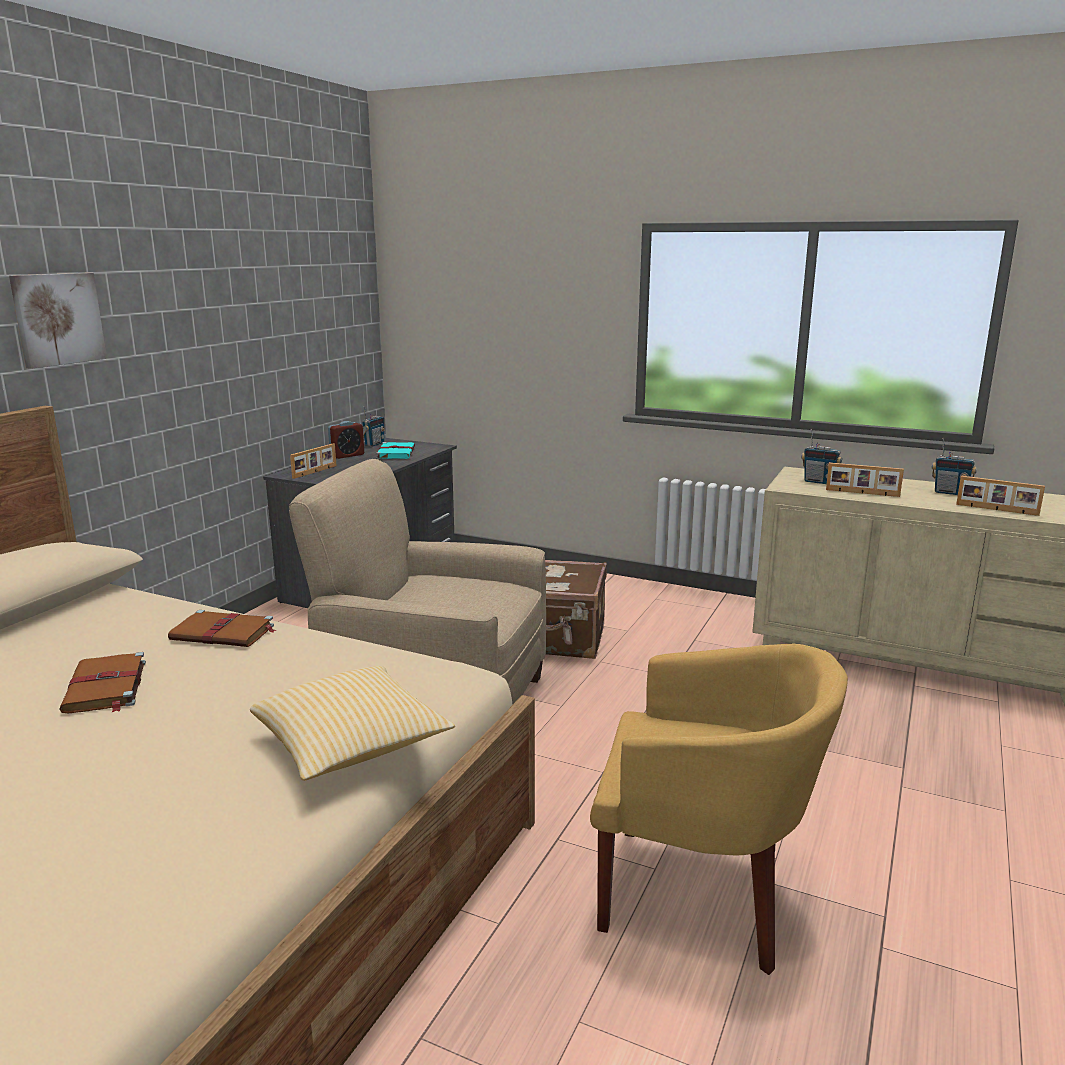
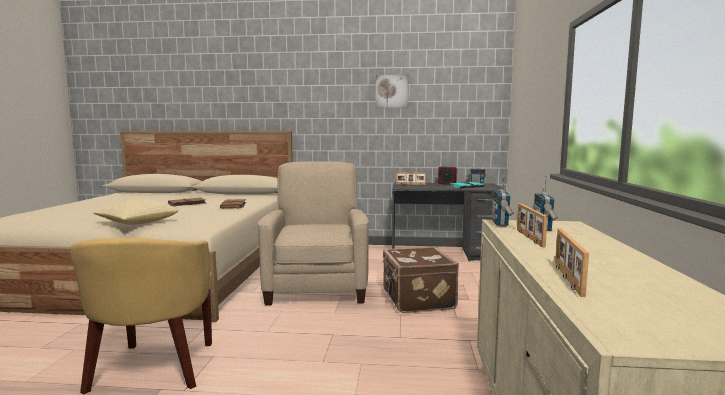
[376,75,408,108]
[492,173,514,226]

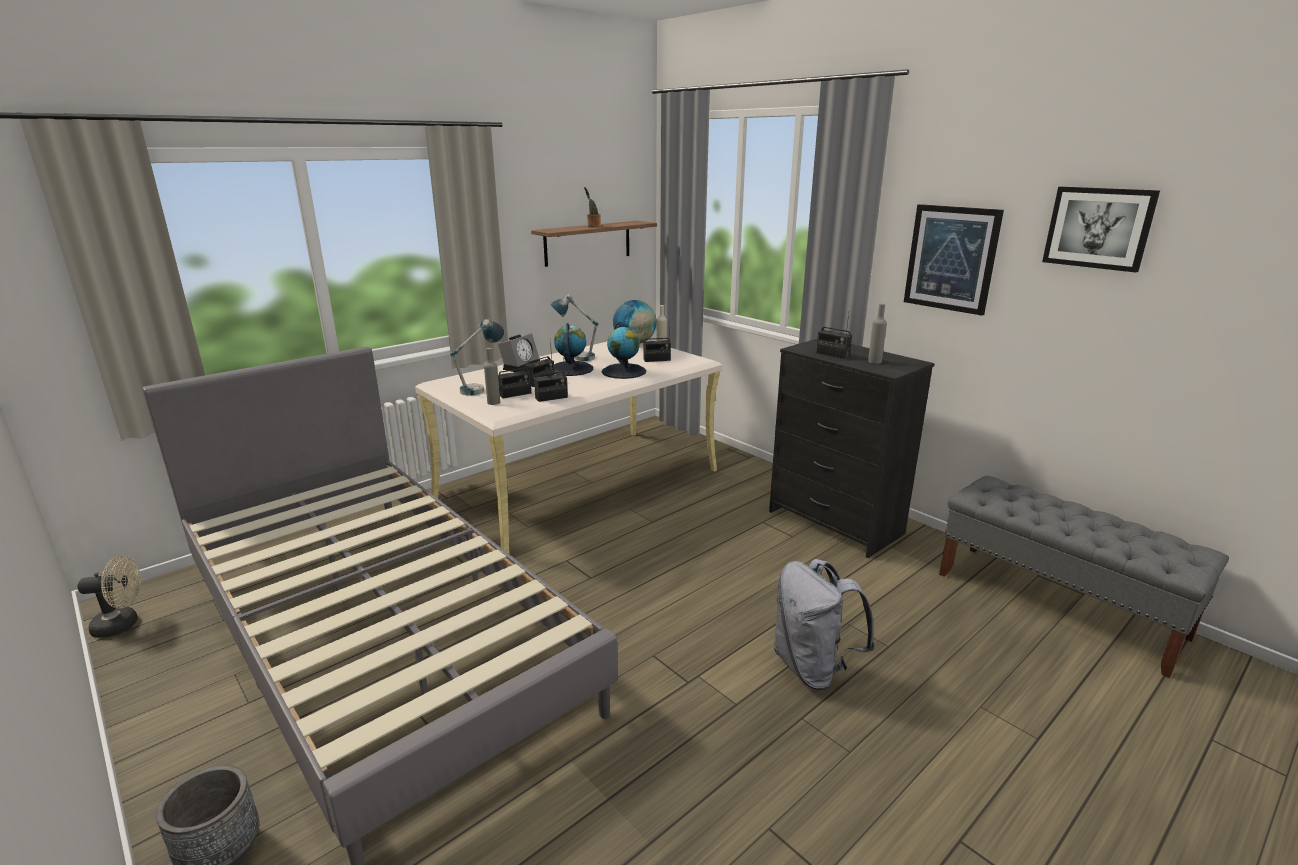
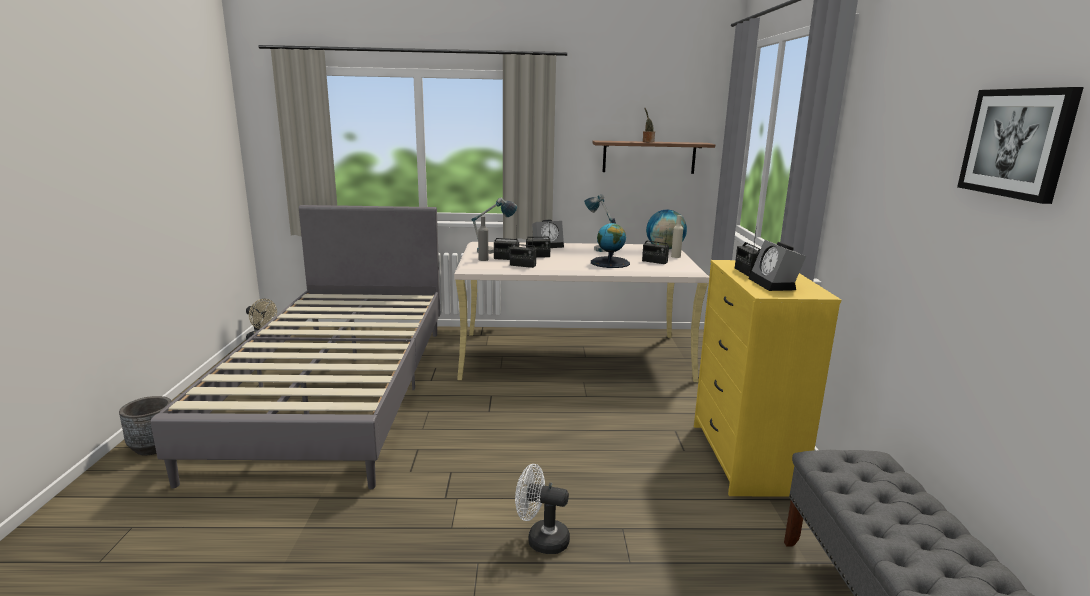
[554,323,593,376] (first image)
[904,204,1004,316] (first image)
[515,464,570,554]
[749,240,806,291]
[694,260,841,497]

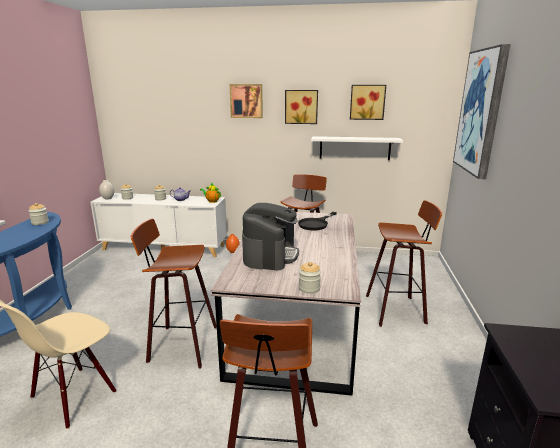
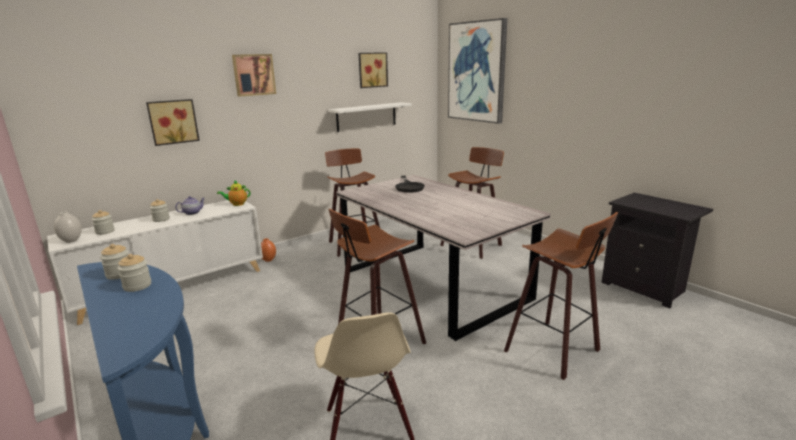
[242,203,299,271] (first image)
[146,99,200,146]
[117,254,151,292]

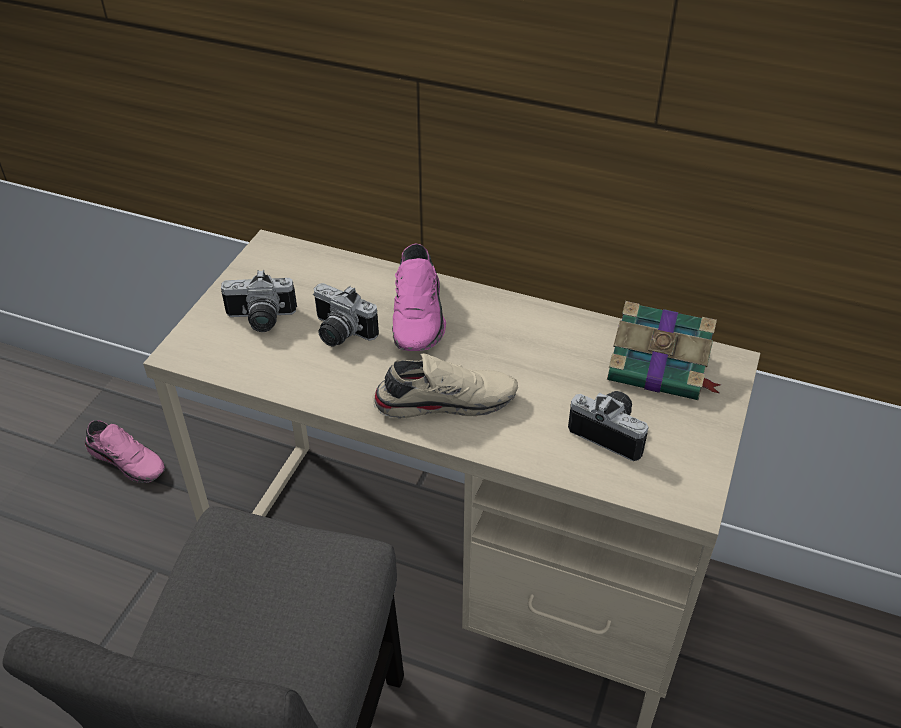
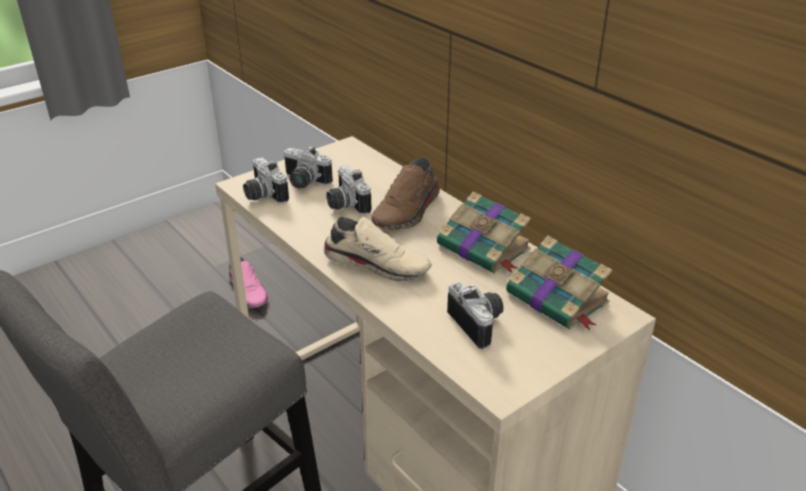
[243,157,289,204]
[437,191,531,274]
[371,157,440,230]

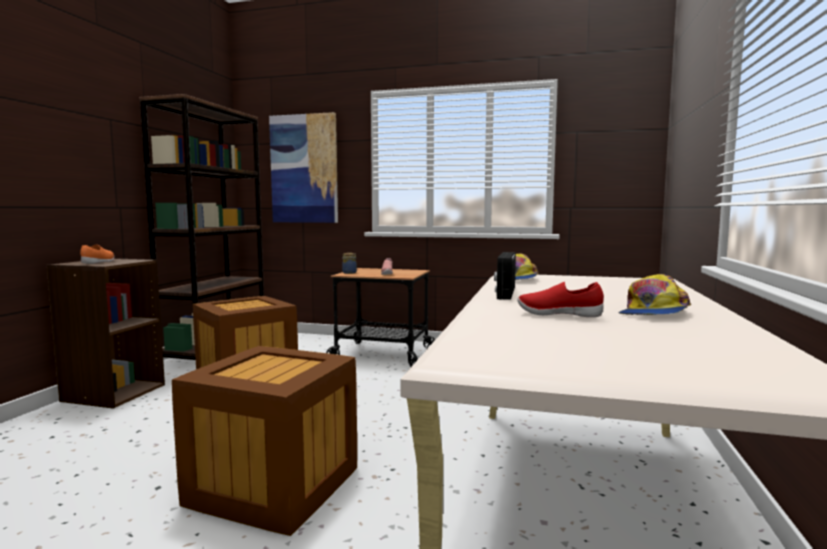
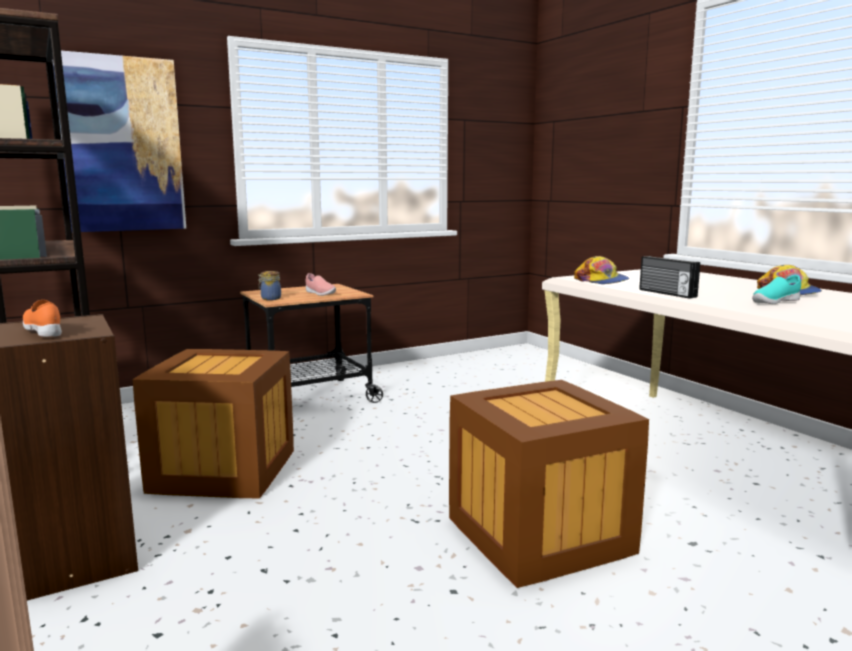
[752,275,801,304]

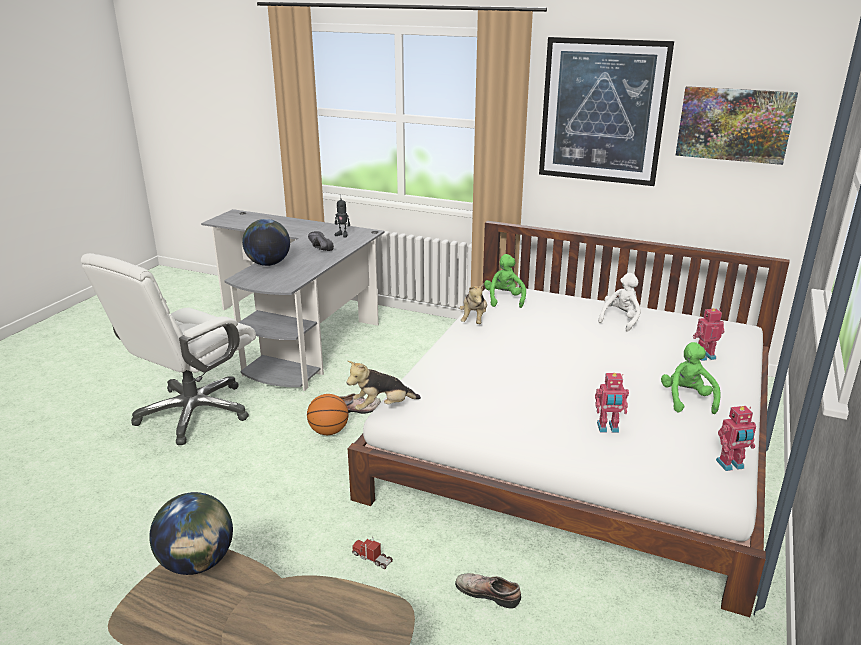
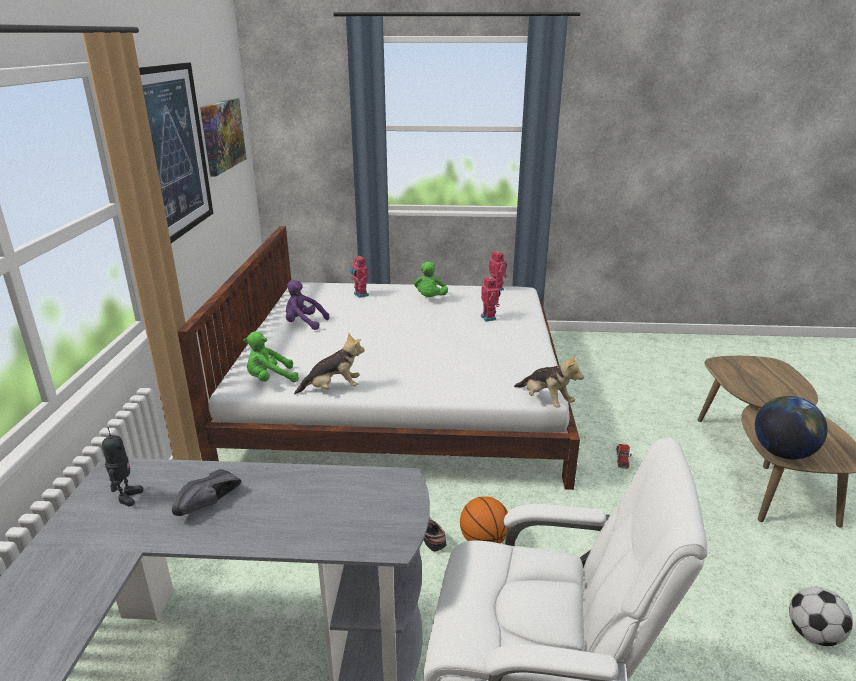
[242,219,290,266] (first image)
[455,573,521,609] (first image)
[789,587,853,646]
[286,280,329,330]
[414,262,448,297]

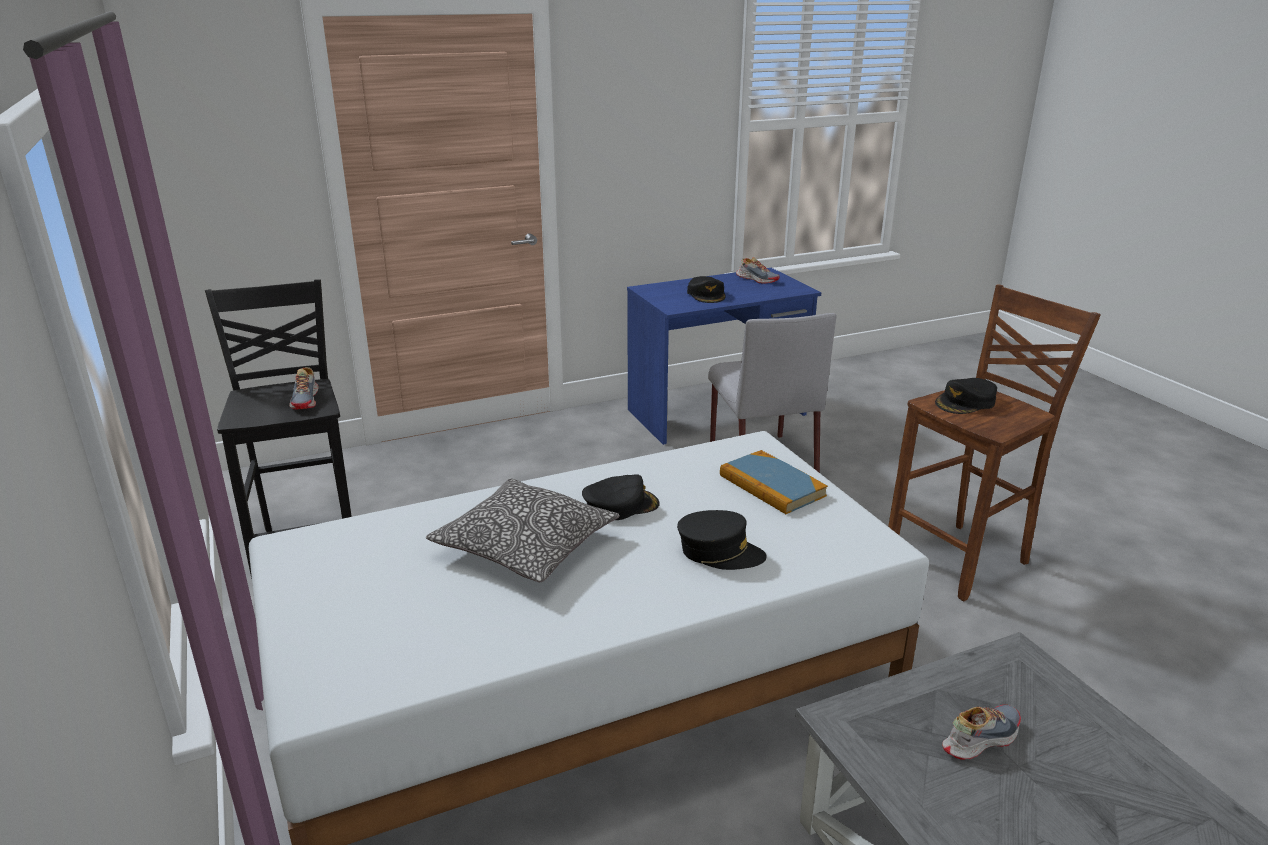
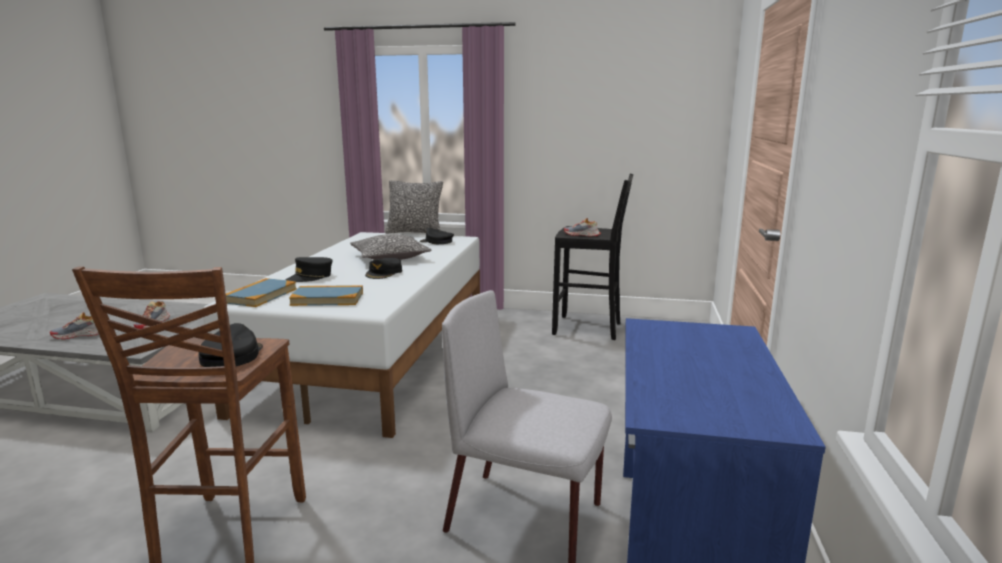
[226,278,297,307]
[385,180,443,234]
[419,227,454,244]
[50,312,99,340]

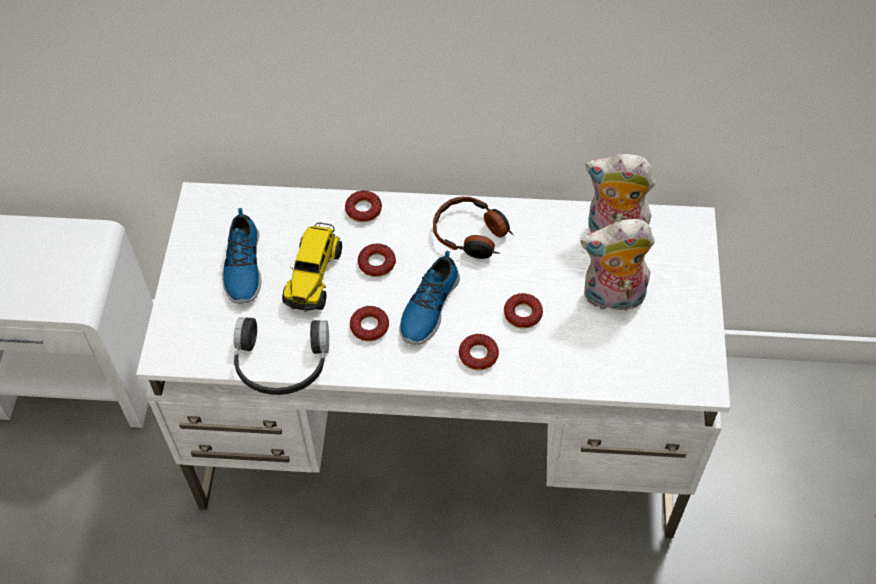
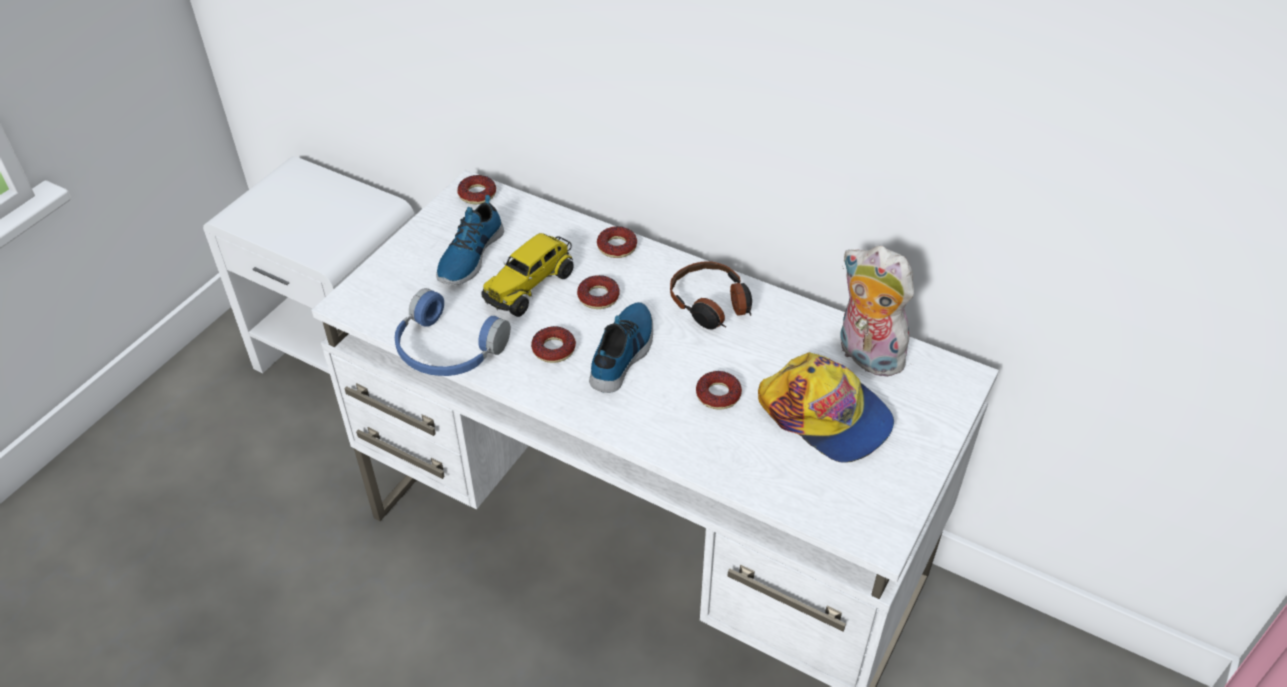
[457,175,496,204]
[758,352,894,463]
[395,288,510,376]
[589,302,653,393]

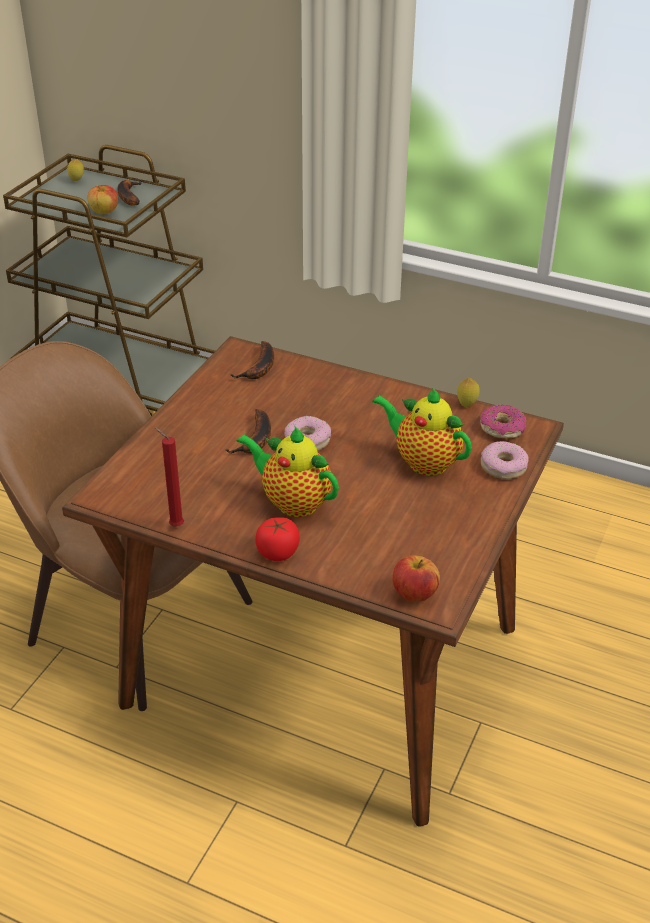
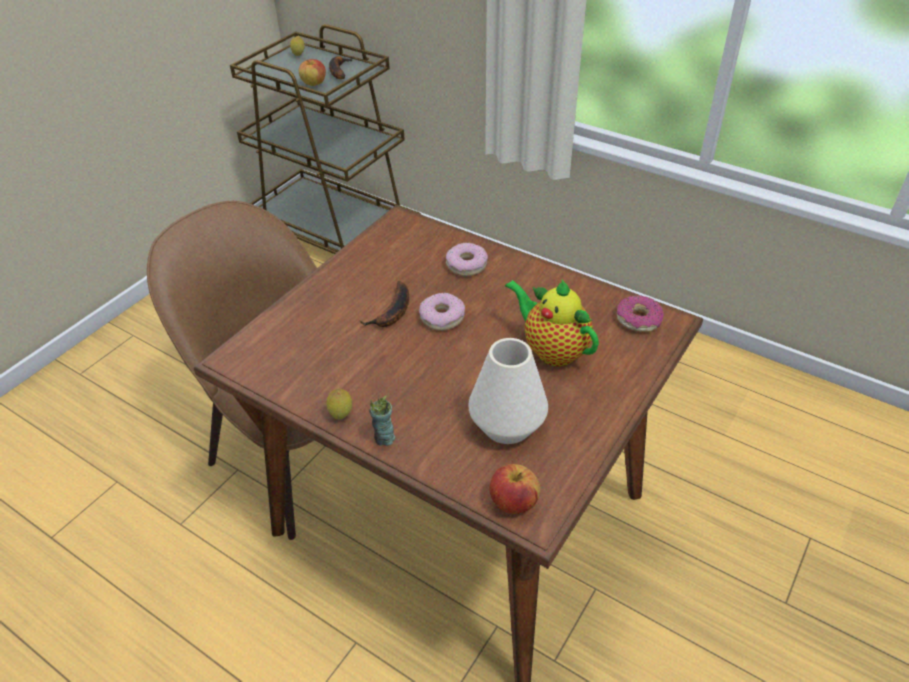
[155,428,184,526] (first image)
[230,341,274,379] (first image)
[237,427,339,517] (first image)
[468,338,548,444]
[326,388,352,420]
[446,243,488,276]
[369,395,396,446]

